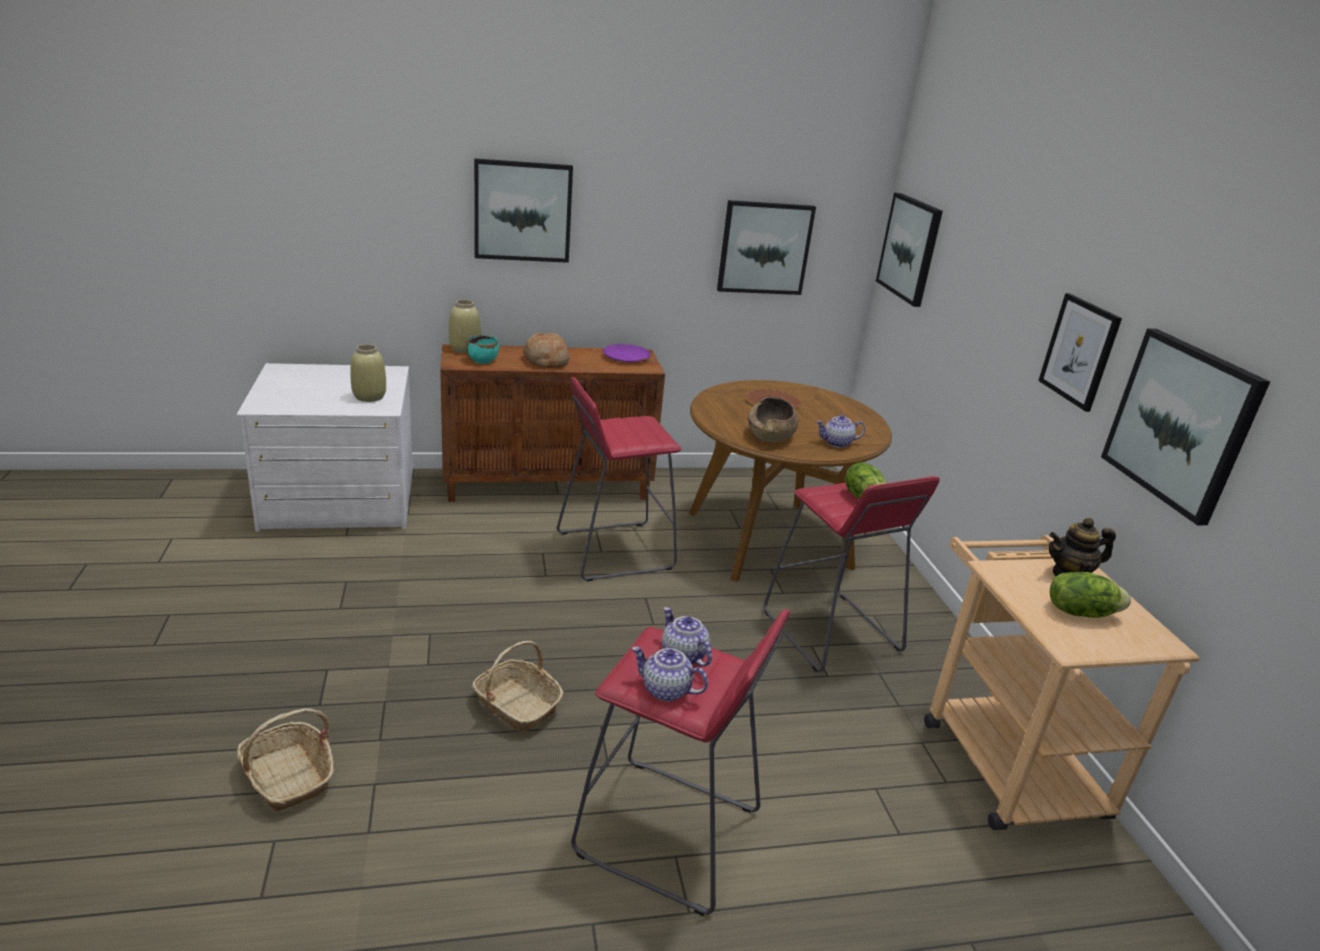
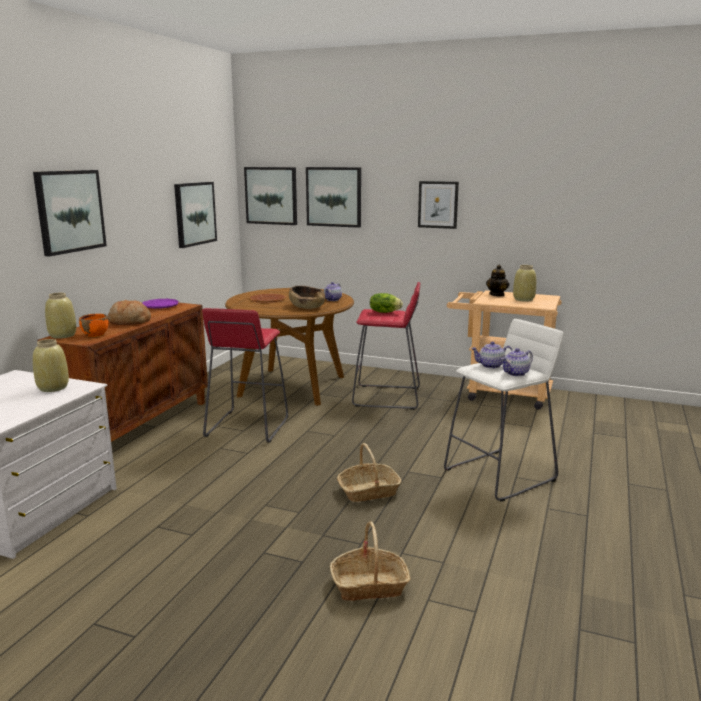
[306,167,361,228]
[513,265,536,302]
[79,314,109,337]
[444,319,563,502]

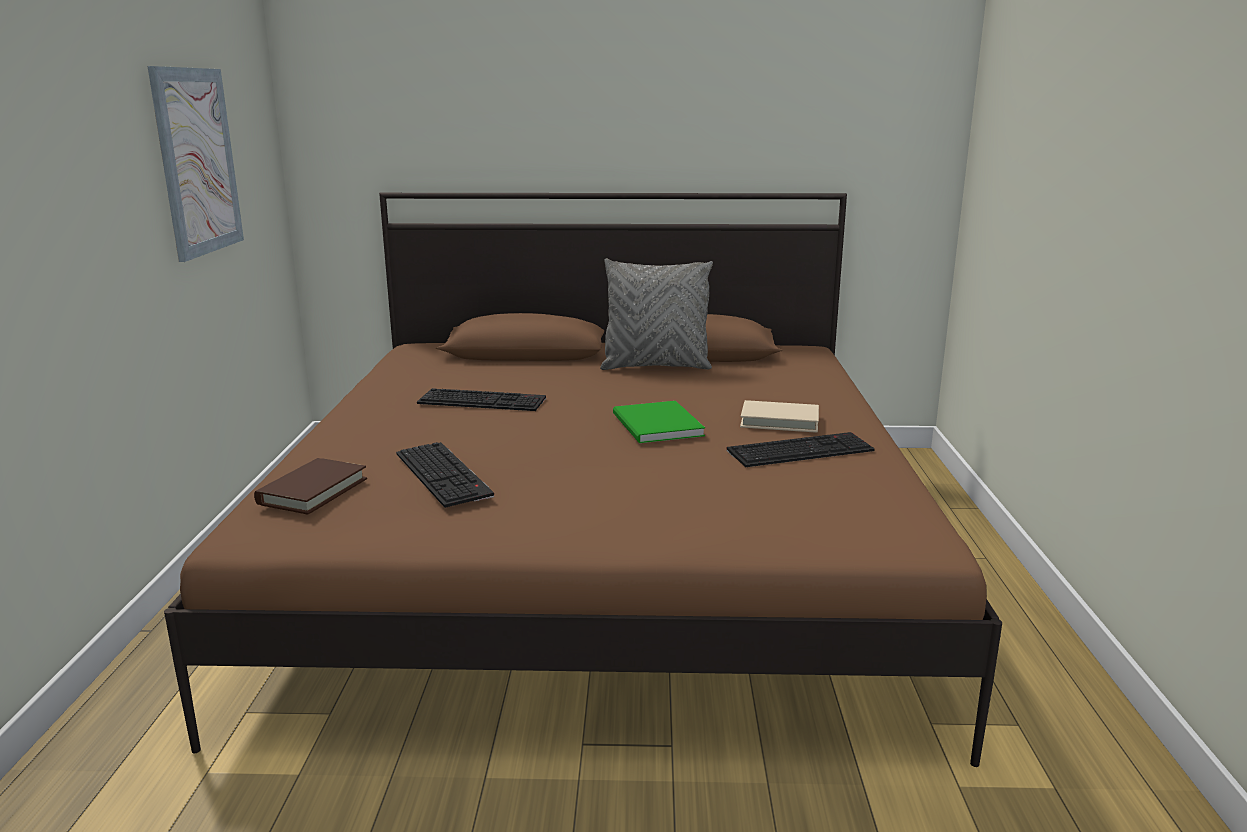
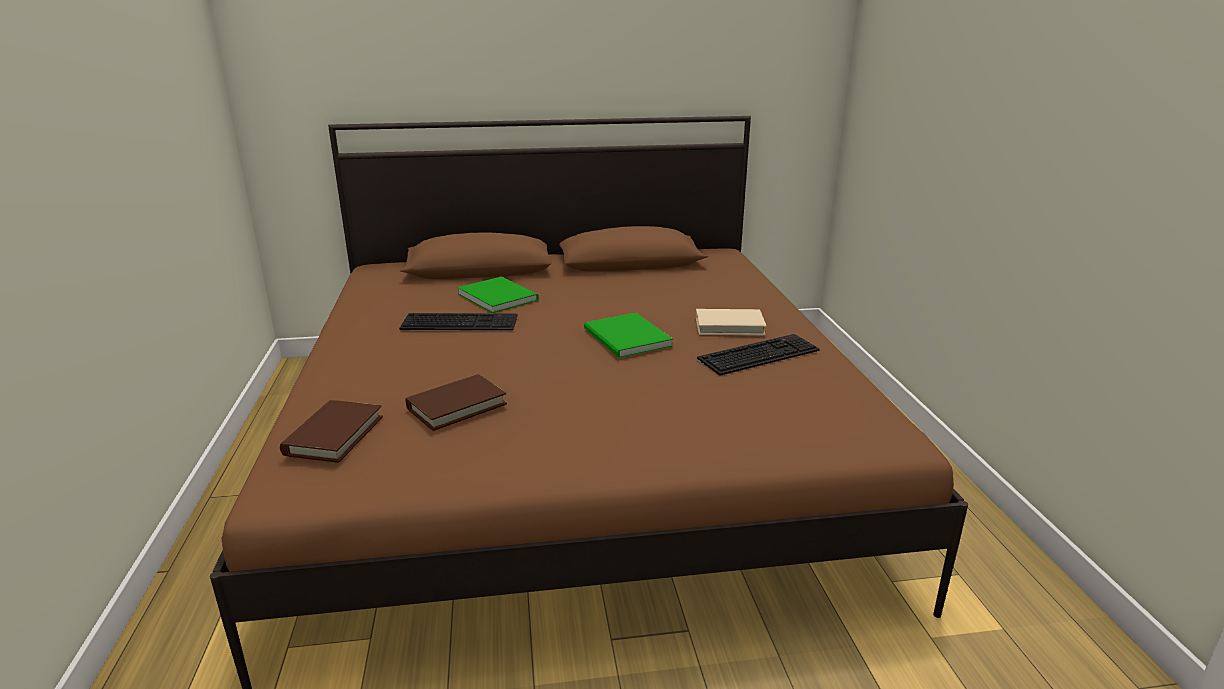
[148,66,244,262] (first image)
[600,259,713,370] (first image)
[457,277,539,313]
[405,374,507,431]

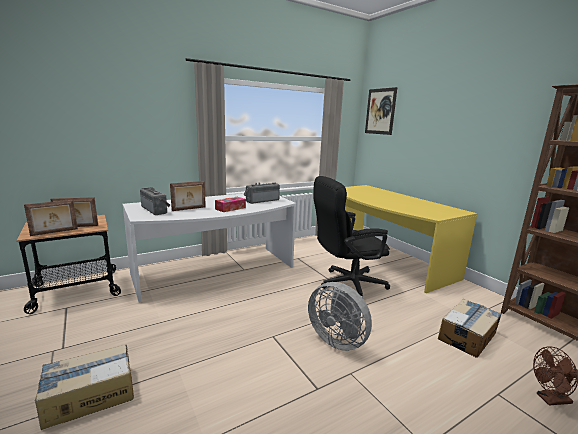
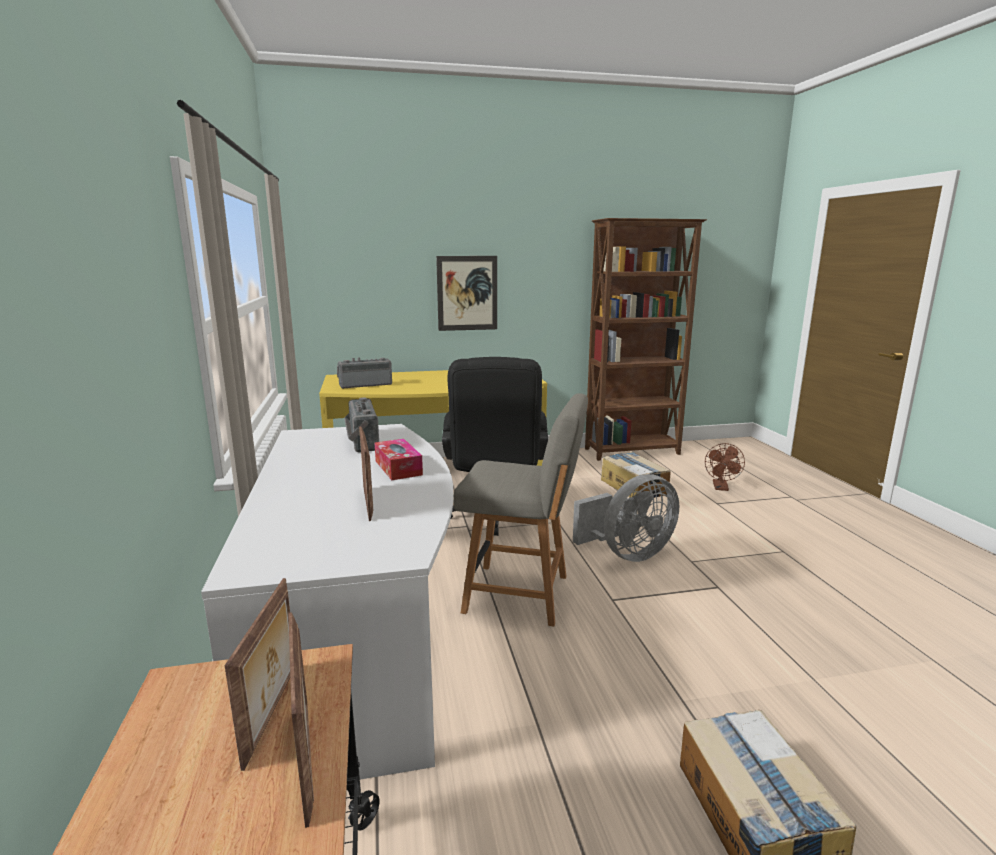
[454,393,588,627]
[337,358,392,389]
[436,256,497,331]

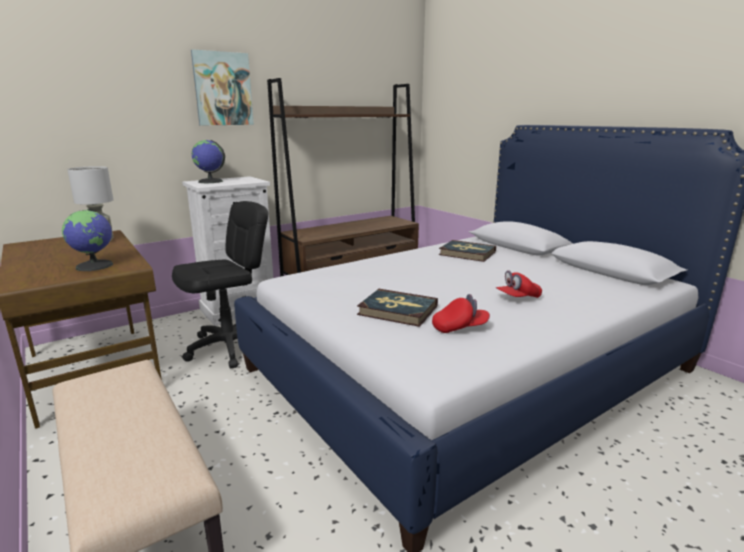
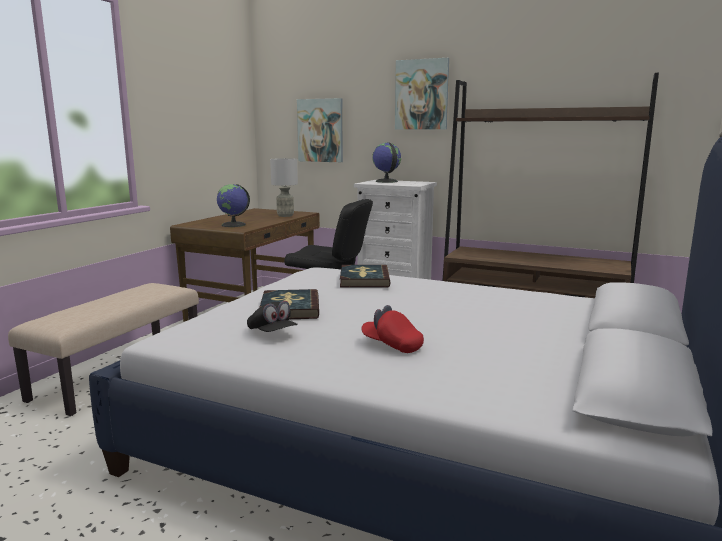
[297,98,343,162]
[340,265,391,287]
[247,301,298,332]

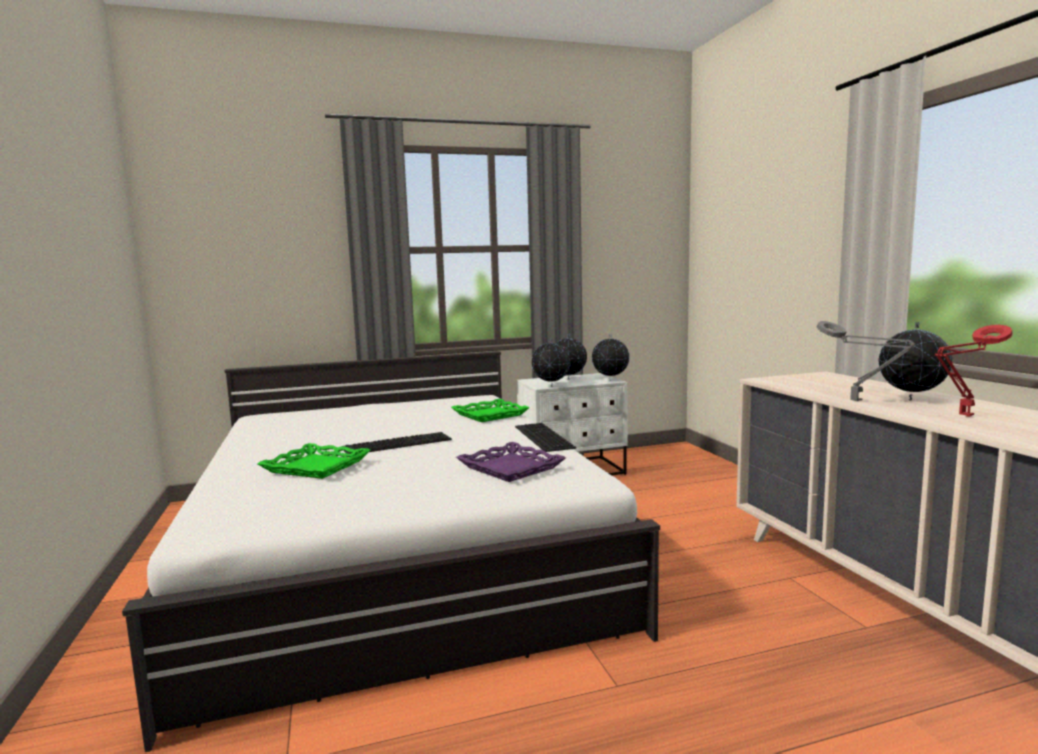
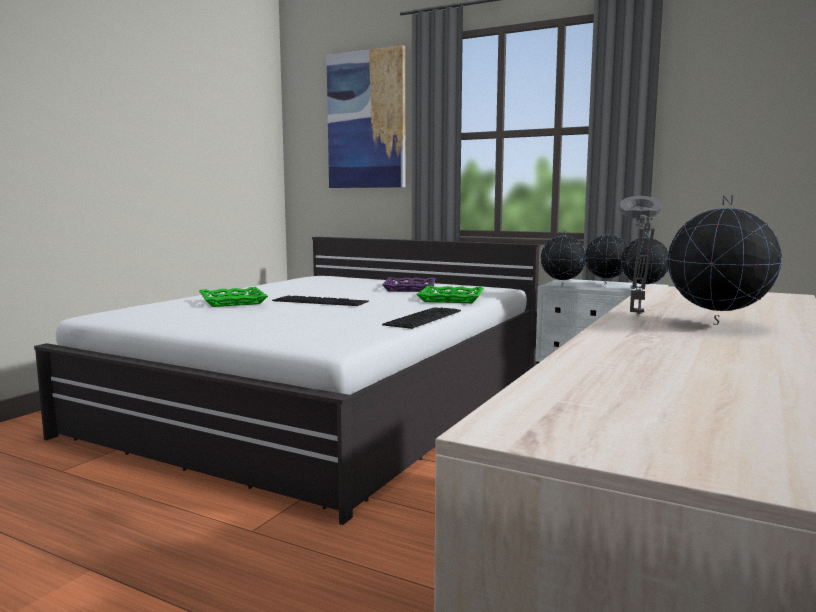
[935,325,1013,417] (first image)
[326,45,405,188]
[382,277,436,292]

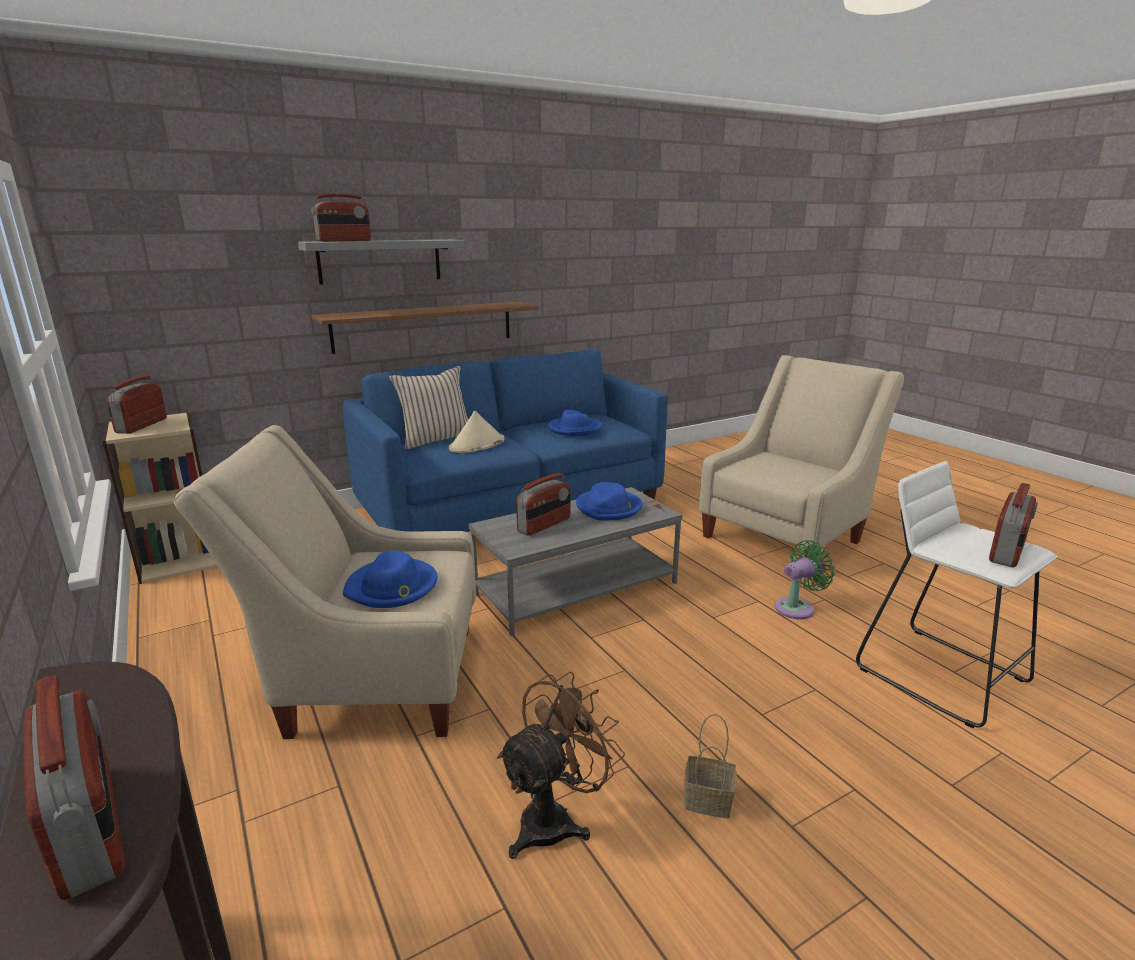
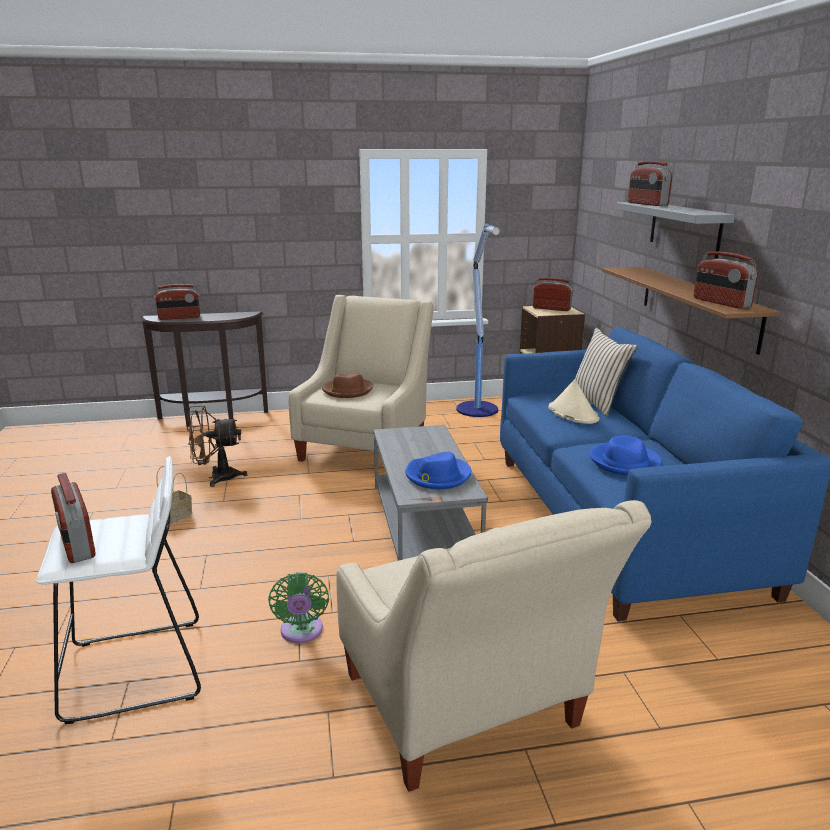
[456,223,500,417]
[694,251,758,309]
[322,374,374,398]
[187,405,248,487]

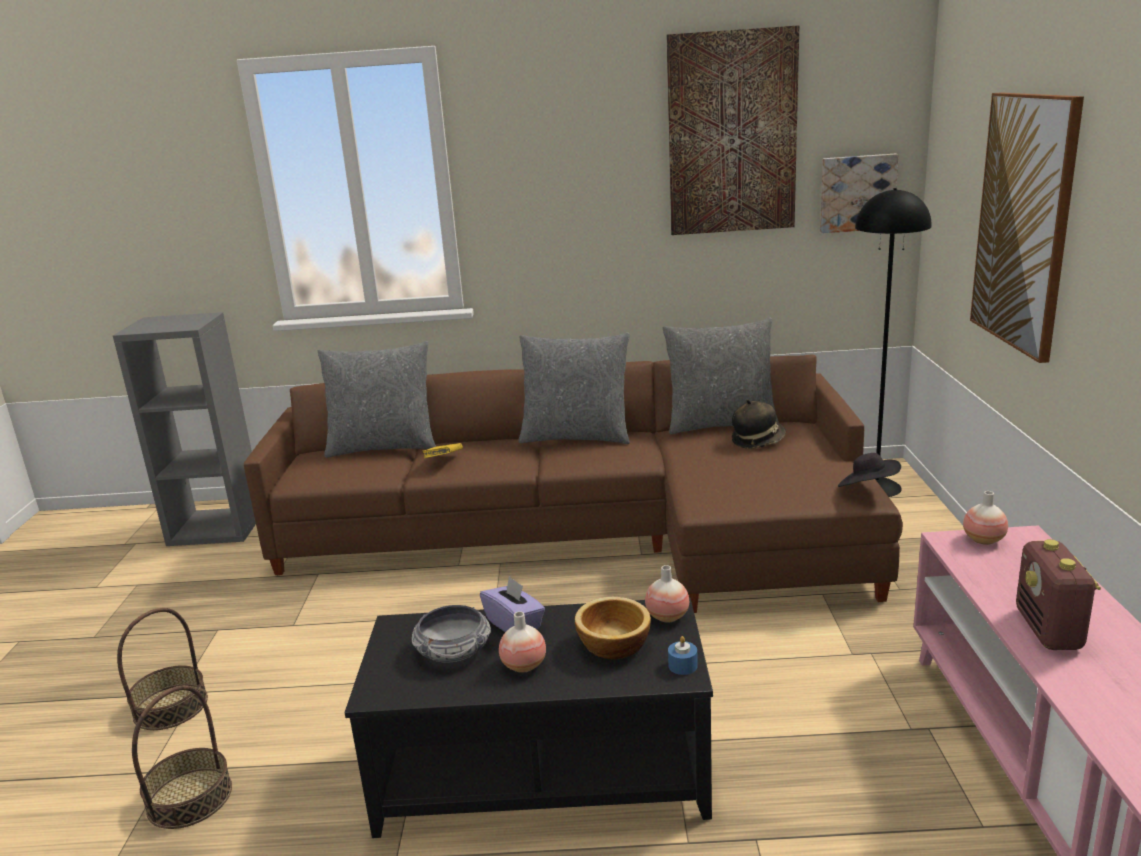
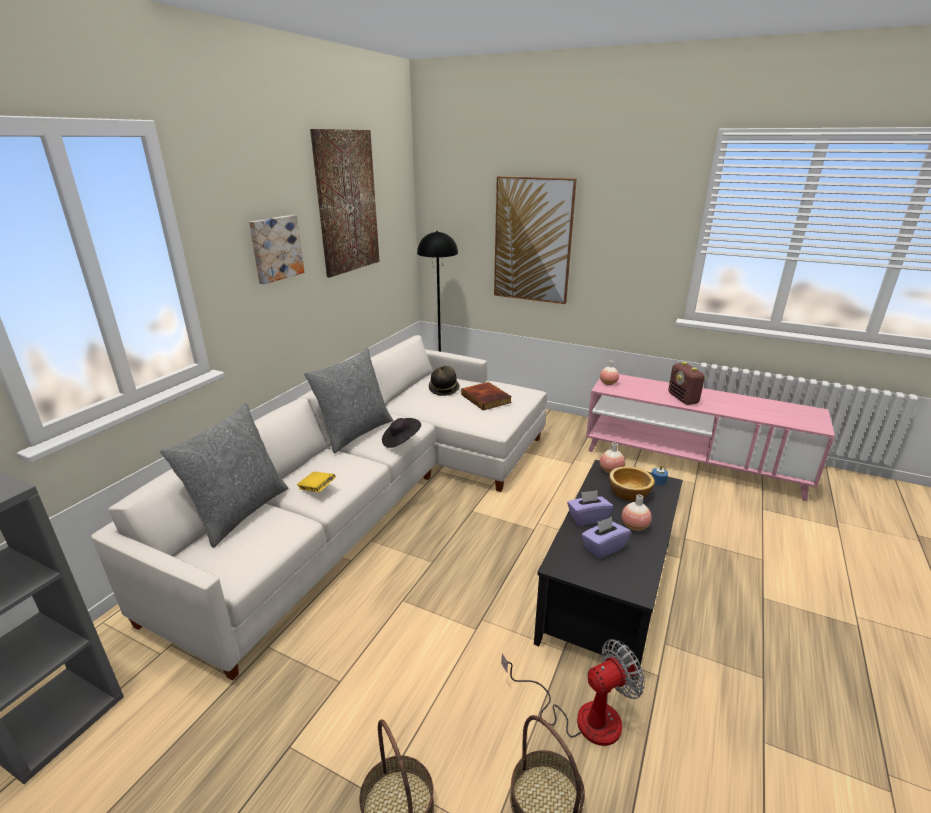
[663,318,779,434] (first image)
[461,382,512,411]
[501,639,645,746]
[249,215,304,284]
[382,418,421,448]
[581,517,631,559]
[91,335,547,681]
[668,362,706,405]

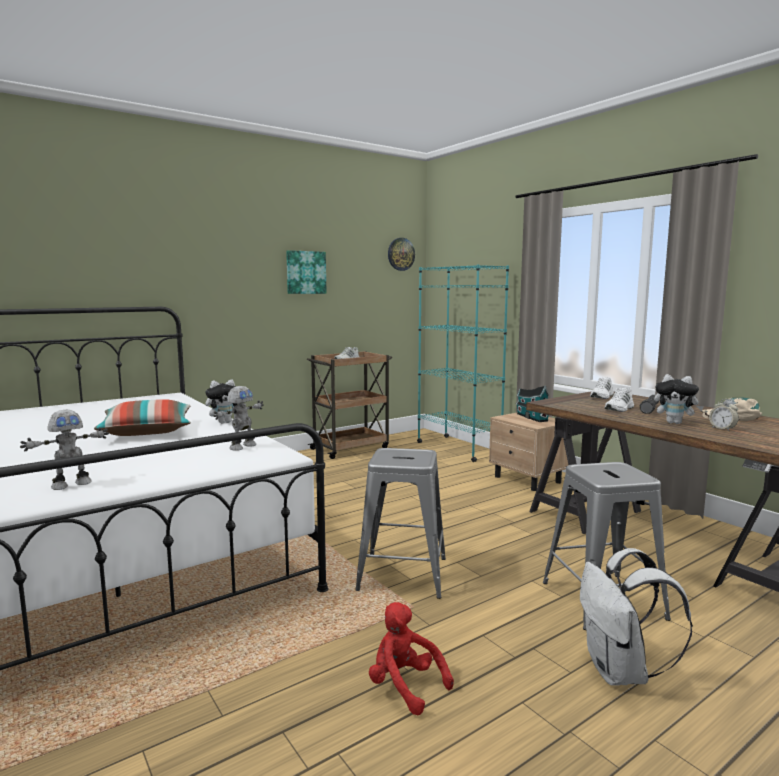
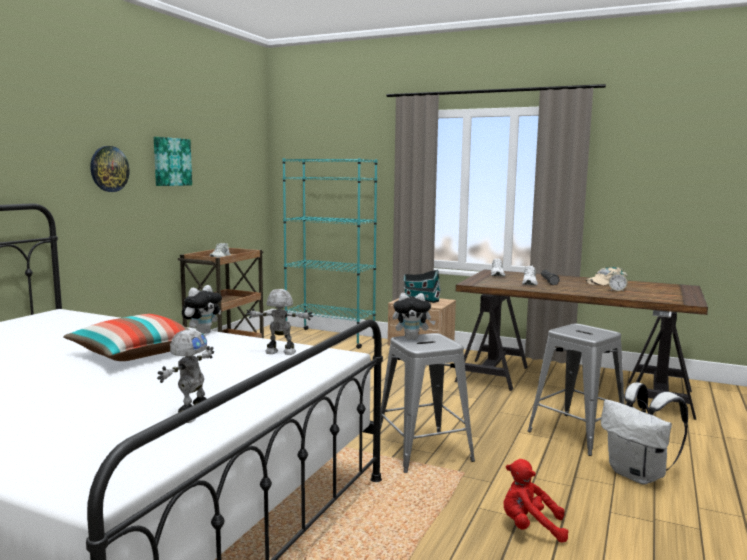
[90,146,130,192]
[393,293,436,340]
[246,289,313,355]

